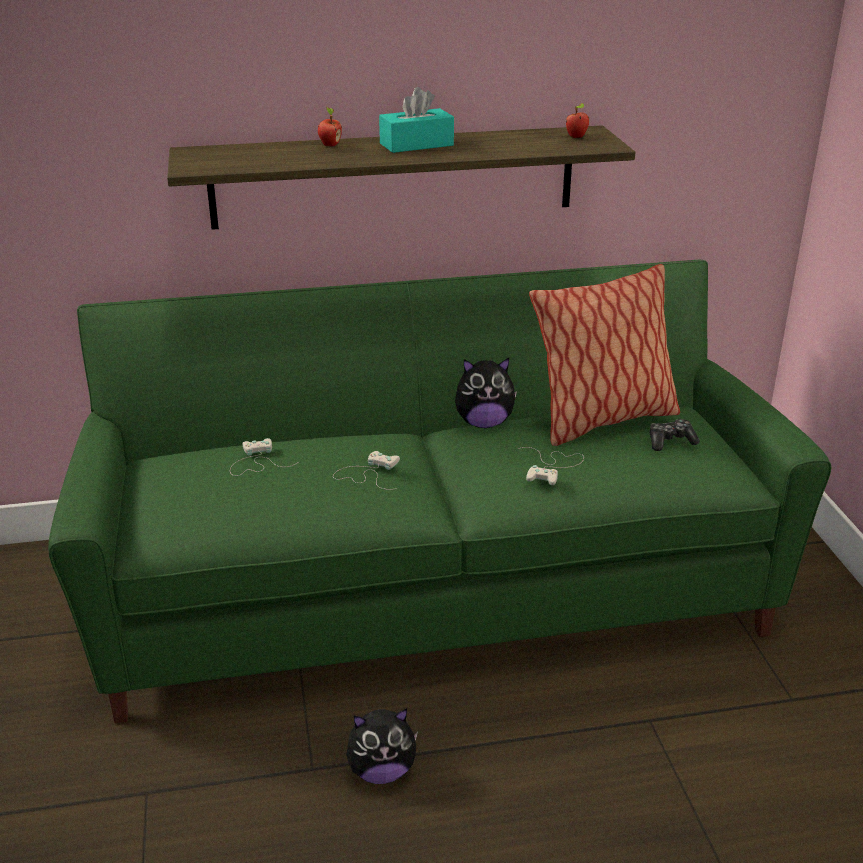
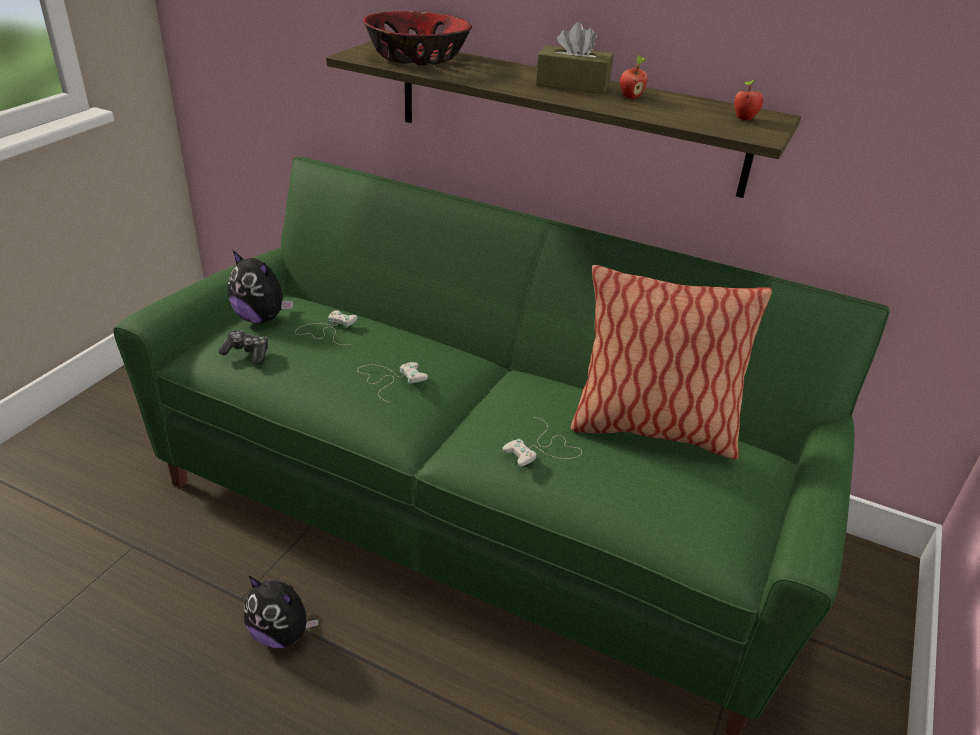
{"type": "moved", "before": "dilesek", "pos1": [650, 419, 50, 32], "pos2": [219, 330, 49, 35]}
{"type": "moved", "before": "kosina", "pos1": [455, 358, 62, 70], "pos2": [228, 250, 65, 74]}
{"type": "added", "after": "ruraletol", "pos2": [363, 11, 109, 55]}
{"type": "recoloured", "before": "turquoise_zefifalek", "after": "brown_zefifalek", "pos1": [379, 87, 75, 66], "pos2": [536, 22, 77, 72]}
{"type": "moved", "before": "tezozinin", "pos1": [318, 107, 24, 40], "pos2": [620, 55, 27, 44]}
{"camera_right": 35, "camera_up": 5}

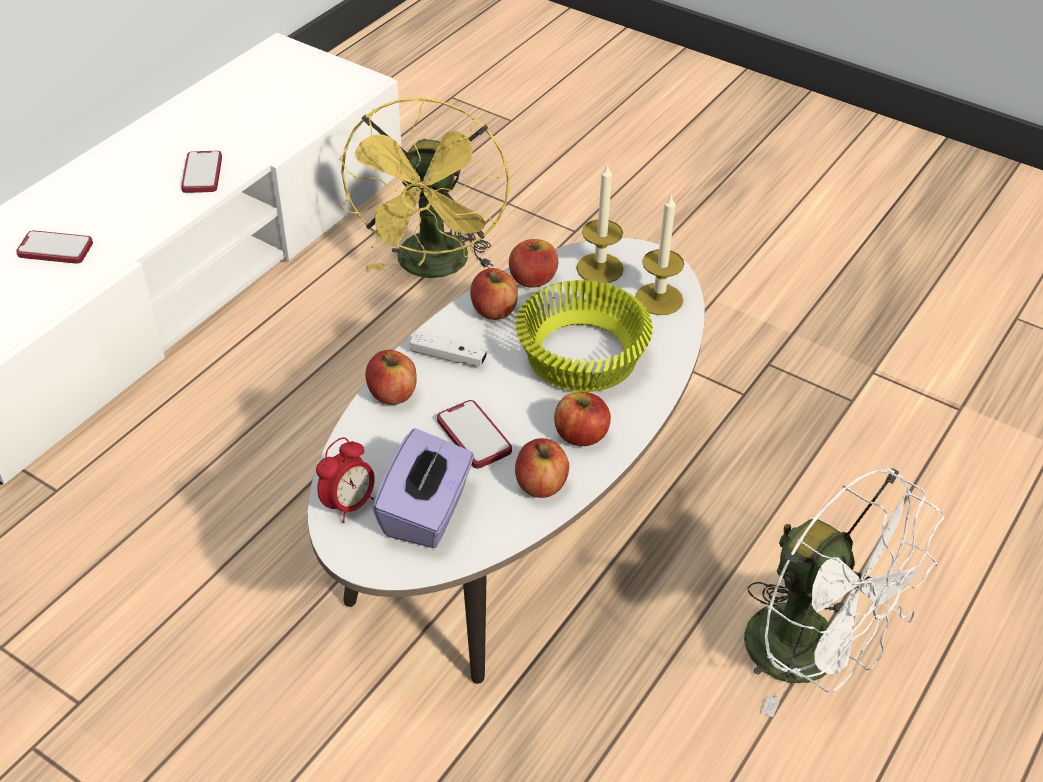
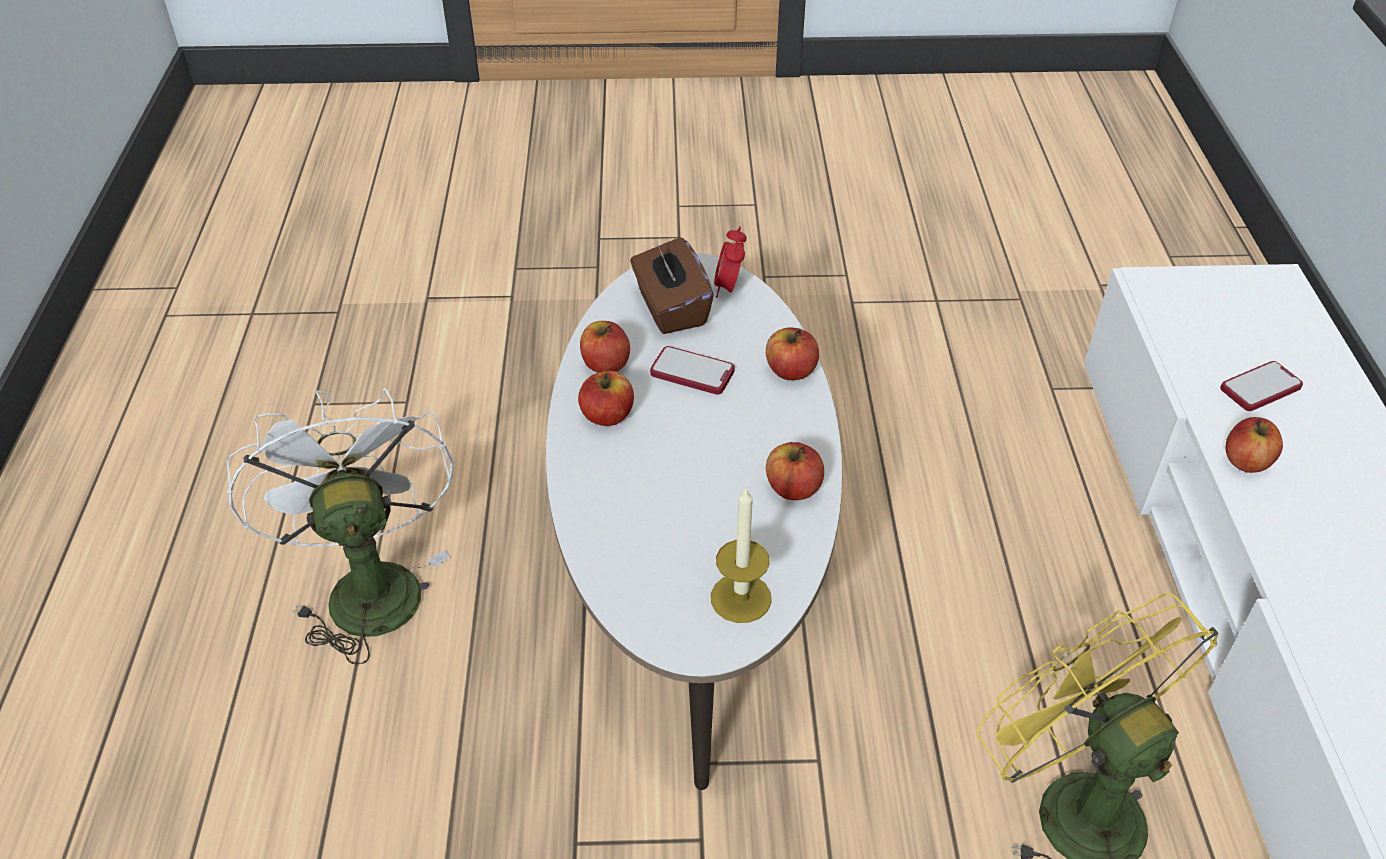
{"type": "turned", "before": "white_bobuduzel", "pos1": [744, 467, 200, 250], "pos2": [226, 388, 228, 277], "turn": 60}
{"type": "recoloured", "before": "purple_zefifalek", "after": "brown_zefifalek", "pos1": [373, 428, 101, 120], "pos2": [630, 237, 84, 97]}
{"type": "moved", "before": "tezozinin", "pos1": [509, 239, 49, 49], "pos2": [1226, 417, 57, 56]}
{"type": "removed", "before": "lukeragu", "pos1": [181, 151, 41, 42]}
{"type": "removed", "before": "white_dilesek", "pos1": [409, 332, 78, 34]}
{"type": "removed", "before": "yellow_ruraletol", "pos1": [515, 280, 138, 112]}
{"type": "removed", "before": "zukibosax", "pos1": [635, 193, 49, 122]}
{"camera_right": 145, "camera_up": 0}

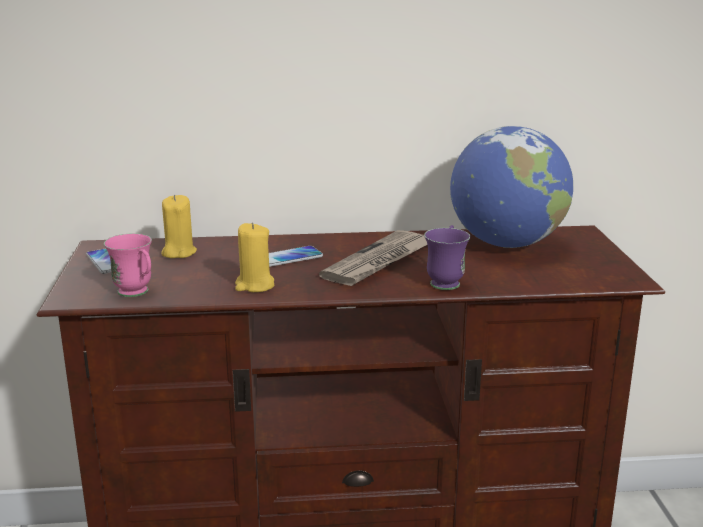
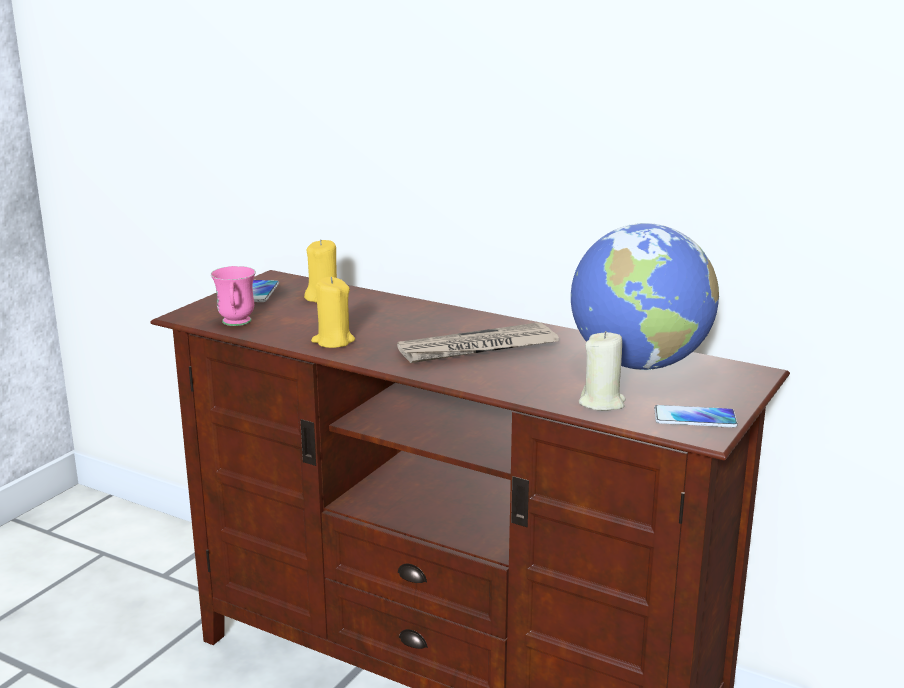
{"type": "added", "after": "beige_zukibosax", "pos2": [579, 331, 47, 80]}
{"type": "moved", "before": "lukeragu", "pos1": [269, 246, 54, 21], "pos2": [654, 405, 84, 23]}
{"type": "removed", "before": "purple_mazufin", "pos1": [424, 225, 46, 65]}
{"camera_right": 35, "camera_up": 0}

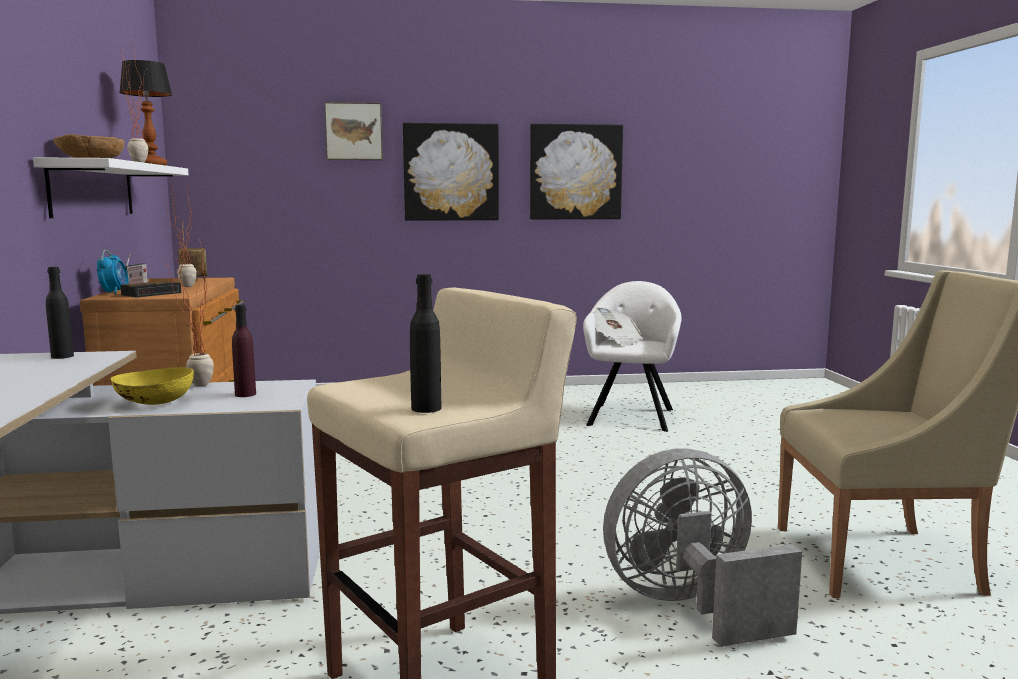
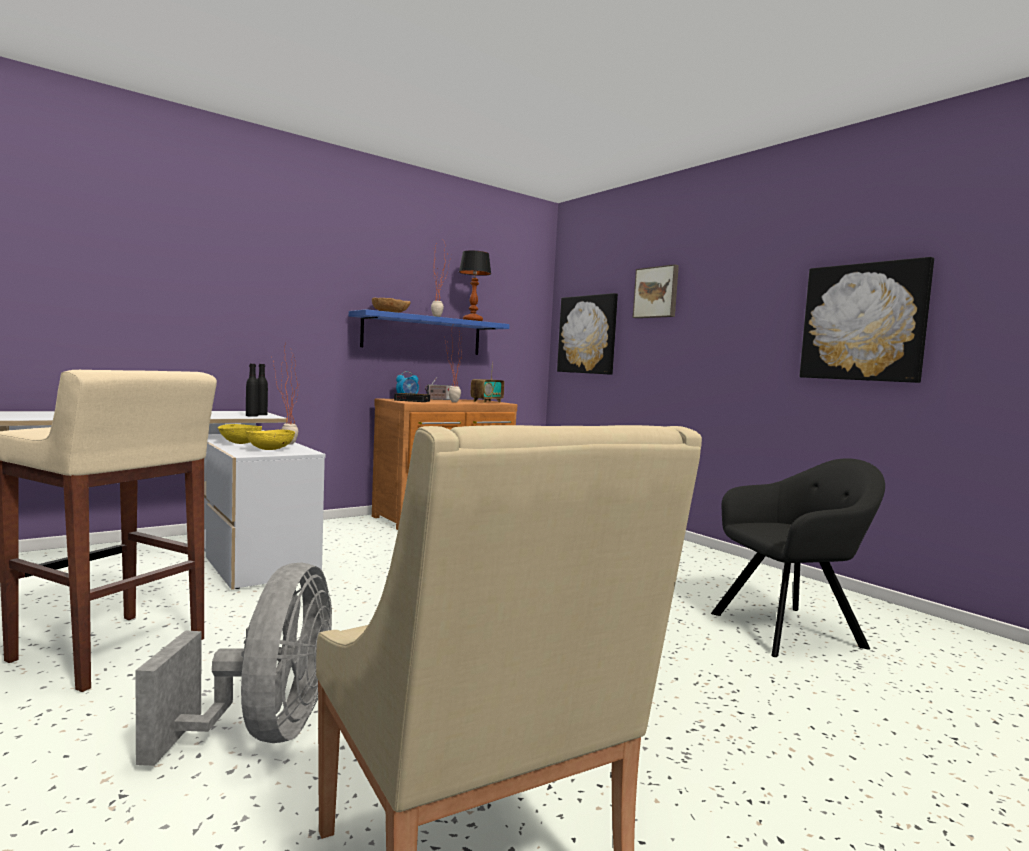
{"type": "turned", "before": "grey_bobuduzel", "pos1": [603, 449, 199, 198], "pos2": [136, 563, 196, 203], "turn": 45}
{"type": "replaced", "before": "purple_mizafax", "after": "yellow_ruraletol", "pos1": [232, 305, 24, 92], "pos2": [245, 430, 50, 20]}
{"type": "moved", "before": "black_mizafax", "pos1": [410, 274, 32, 139], "pos2": [246, 364, 13, 53]}
{"type": "recoloured", "before": "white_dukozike", "after": "blue_dukozike", "pos1": [33, 157, 155, 61], "pos2": [349, 309, 161, 46]}
{"type": "moved", "before": "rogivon", "pos1": [403, 123, 96, 98], "pos2": [557, 293, 61, 82]}
{"type": "recoloured", "before": "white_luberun", "after": "black_luberun", "pos1": [583, 281, 98, 151], "pos2": [711, 458, 174, 199]}
{"type": "removed", "before": "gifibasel", "pos1": [591, 307, 53, 39]}
{"camera_right": 60, "camera_up": -5}

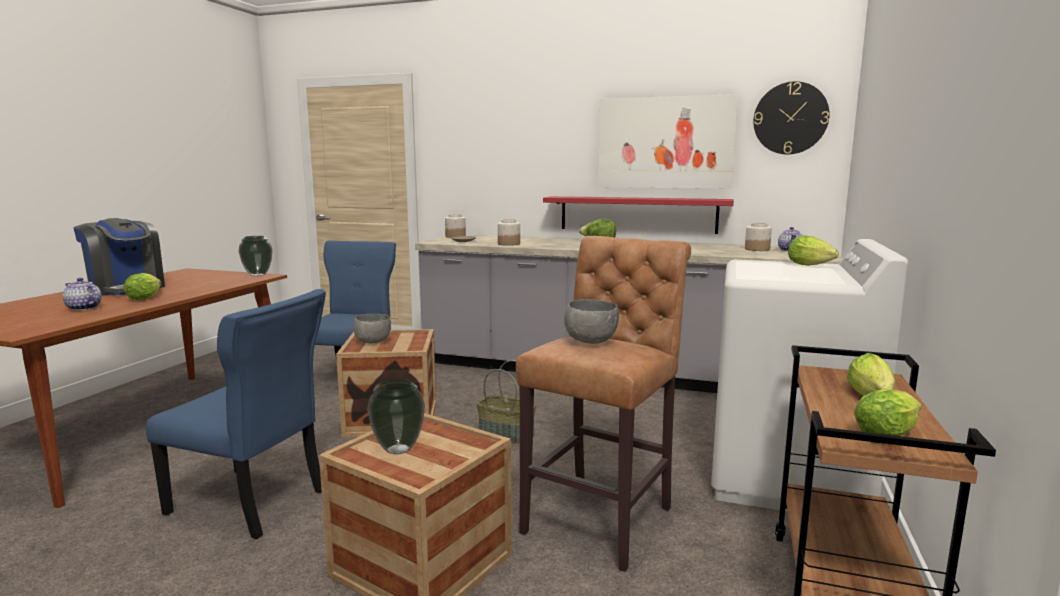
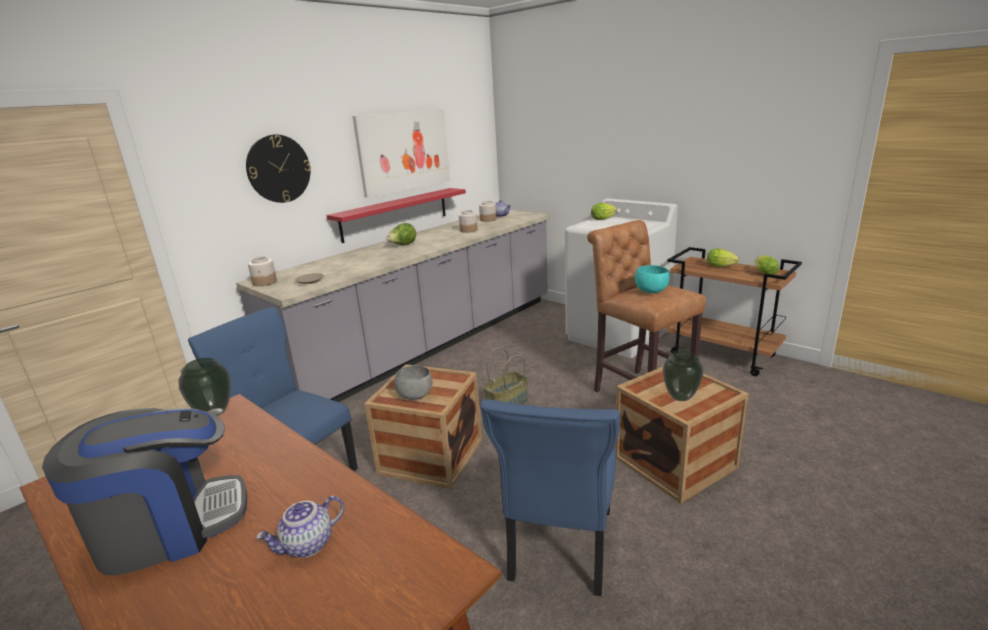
{"type": "moved", "before": "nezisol", "pos1": [753, 81, 77, 73], "pos2": [246, 134, 65, 69]}
{"type": "moved", "before": "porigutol", "pos1": [498, 219, 22, 27], "pos2": [459, 210, 19, 23]}
{"type": "turned", "before": "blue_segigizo", "pos1": [146, 289, 180, 250], "pos2": [480, 399, 140, 198], "turn": 150}
{"type": "recoloured", "before": "grey_ruraletol", "after": "turquoise_ruraletol", "pos1": [564, 299, 55, 45], "pos2": [635, 265, 34, 28]}
{"type": "removed", "before": "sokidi", "pos1": [123, 273, 38, 28]}
{"camera_right": -65, "camera_up": 10}

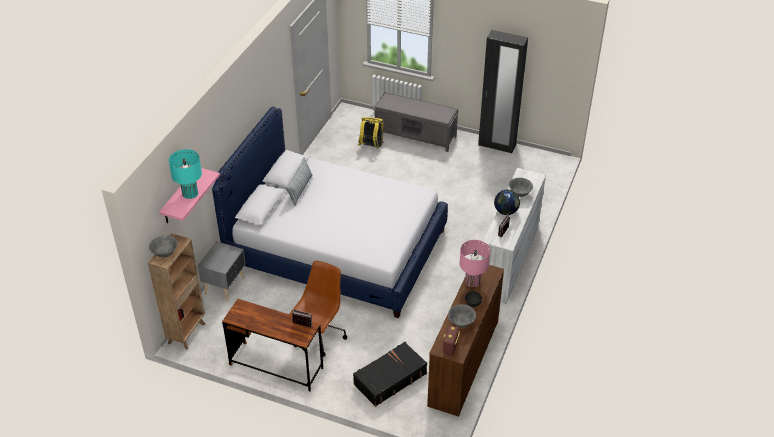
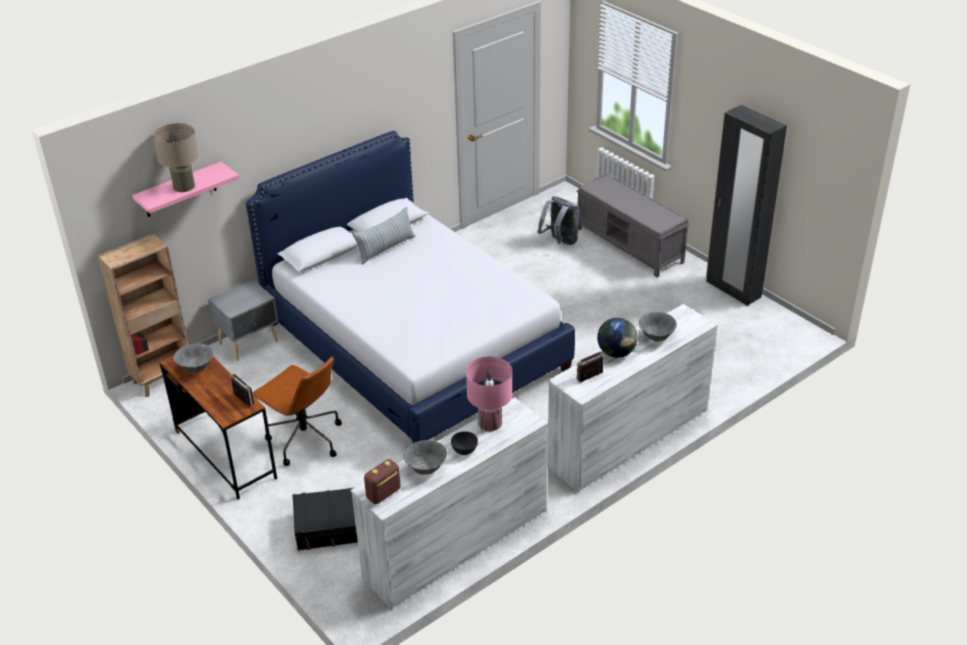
{"type": "recoloured", "before": "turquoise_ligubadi", "after": "beige_ligubadi", "pos1": [169, 149, 33, 50], "pos2": [153, 123, 46, 69]}
{"type": "moved", "before": "grey_ruraletol", "pos1": [149, 235, 29, 23], "pos2": [174, 343, 39, 30]}
{"type": "turned", "before": "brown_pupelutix", "pos1": [290, 261, 57, 96], "pos2": [252, 357, 90, 109], "turn": 75}
{"type": "recoloured", "before": "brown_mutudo", "after": "white_mutudo", "pos1": [427, 265, 77, 152], "pos2": [351, 398, 197, 211]}
{"type": "recoloured", "before": "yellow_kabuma", "after": "grey_kabuma", "pos1": [358, 117, 25, 32], "pos2": [537, 196, 42, 49]}
{"camera_right": 30, "camera_up": -5}

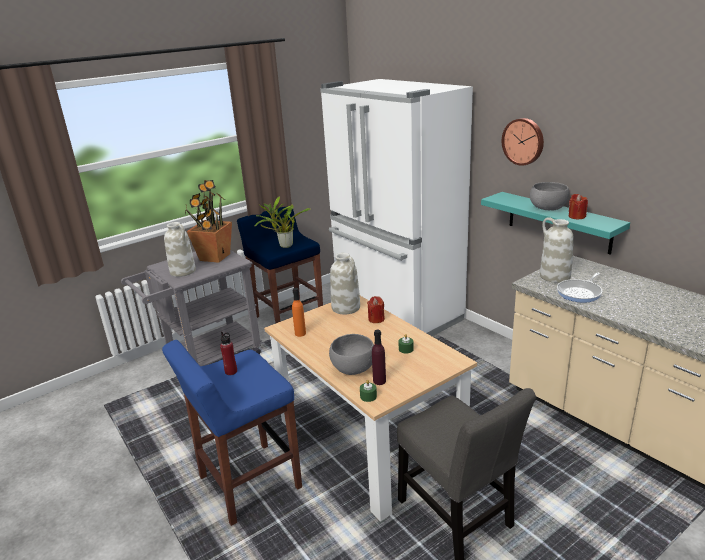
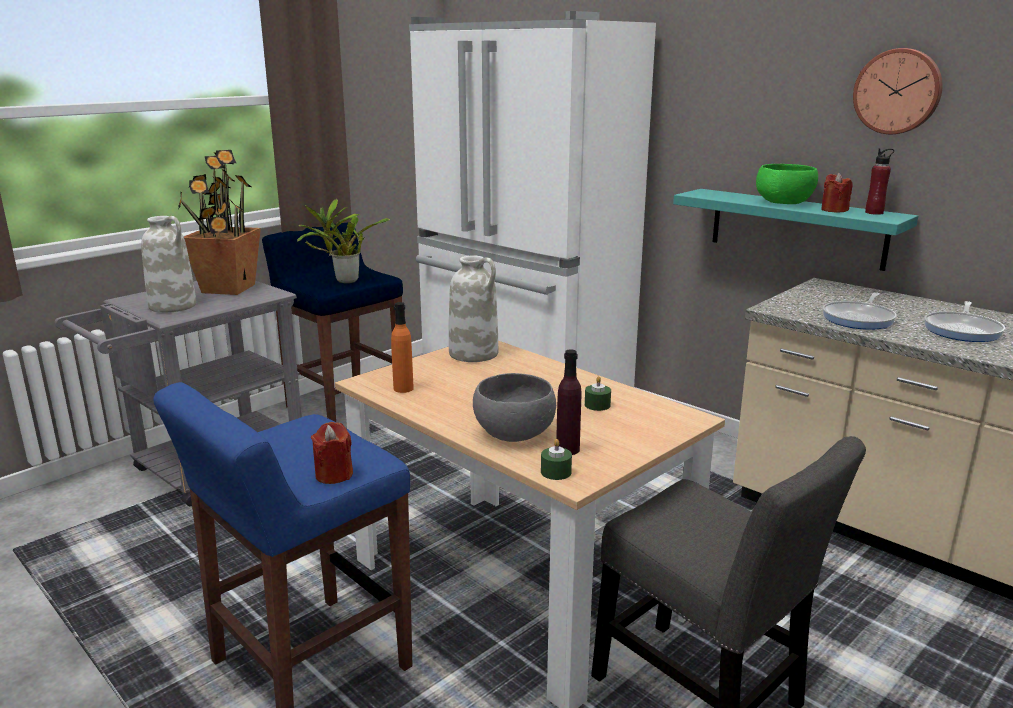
{"type": "moved", "before": "red_zukibosax", "pos1": [367, 296, 18, 27], "pos2": [311, 422, 42, 62]}
{"type": "recoloured", "before": "grey_ruraletol", "after": "green_ruraletol", "pos1": [530, 182, 39, 28], "pos2": [756, 164, 62, 40]}
{"type": "moved", "before": "nezisol", "pos1": [502, 118, 42, 48], "pos2": [853, 48, 90, 86]}
{"type": "moved", "before": "red_mizafax", "pos1": [220, 332, 17, 43], "pos2": [865, 149, 29, 66]}
{"type": "added", "after": "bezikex", "pos2": [924, 301, 81, 41]}
{"type": "removed", "before": "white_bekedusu", "pos1": [540, 217, 34, 66]}
{"camera_right": -10, "camera_up": -5}

